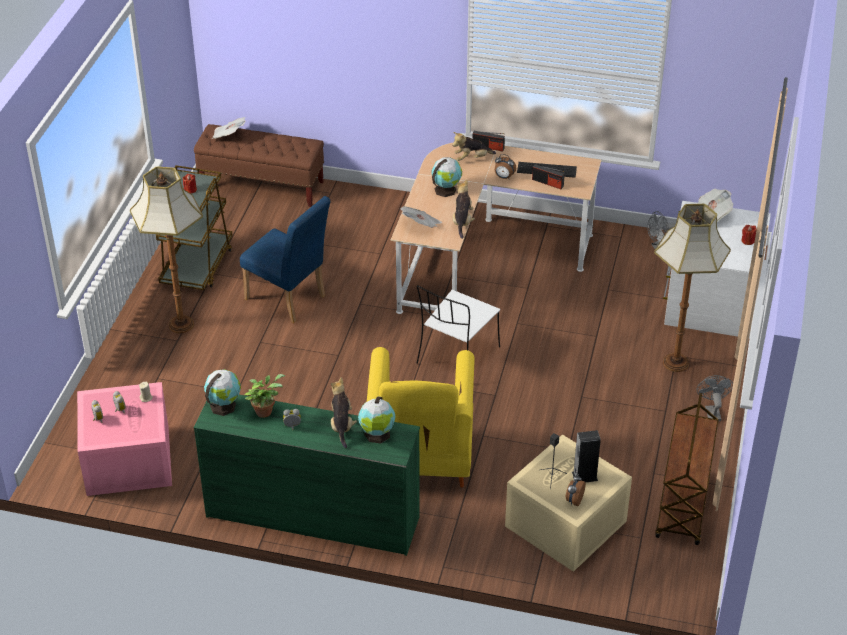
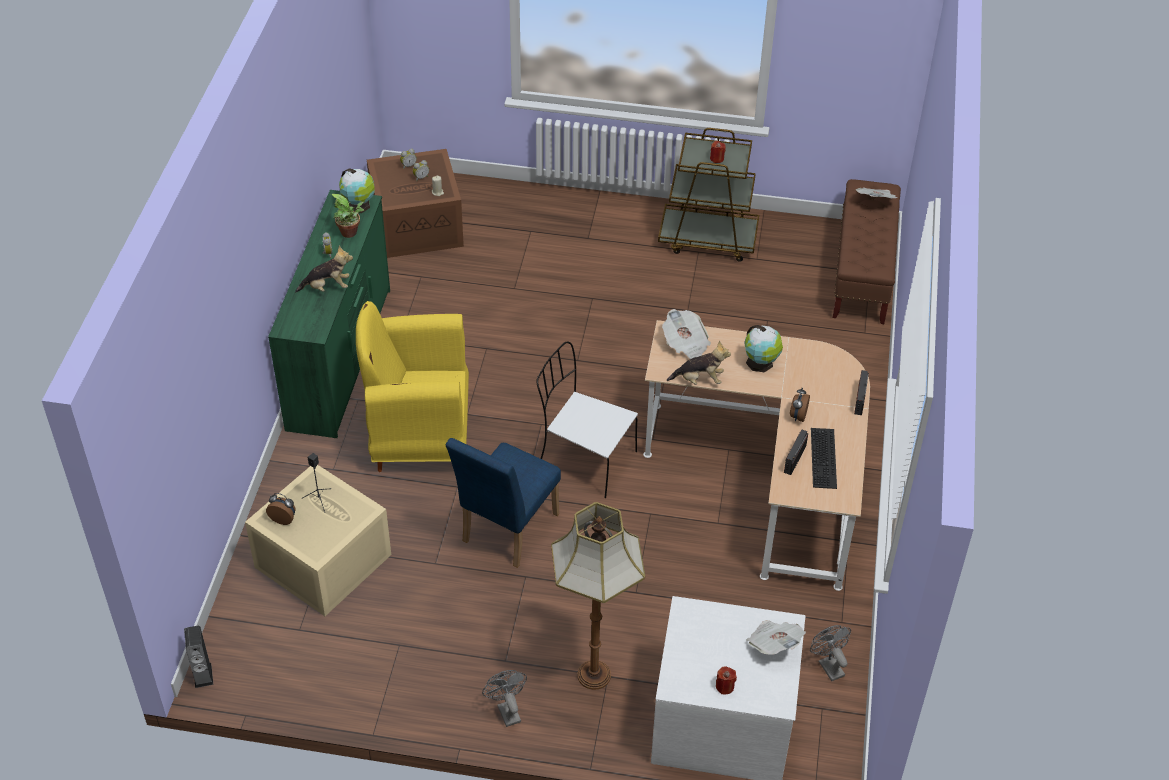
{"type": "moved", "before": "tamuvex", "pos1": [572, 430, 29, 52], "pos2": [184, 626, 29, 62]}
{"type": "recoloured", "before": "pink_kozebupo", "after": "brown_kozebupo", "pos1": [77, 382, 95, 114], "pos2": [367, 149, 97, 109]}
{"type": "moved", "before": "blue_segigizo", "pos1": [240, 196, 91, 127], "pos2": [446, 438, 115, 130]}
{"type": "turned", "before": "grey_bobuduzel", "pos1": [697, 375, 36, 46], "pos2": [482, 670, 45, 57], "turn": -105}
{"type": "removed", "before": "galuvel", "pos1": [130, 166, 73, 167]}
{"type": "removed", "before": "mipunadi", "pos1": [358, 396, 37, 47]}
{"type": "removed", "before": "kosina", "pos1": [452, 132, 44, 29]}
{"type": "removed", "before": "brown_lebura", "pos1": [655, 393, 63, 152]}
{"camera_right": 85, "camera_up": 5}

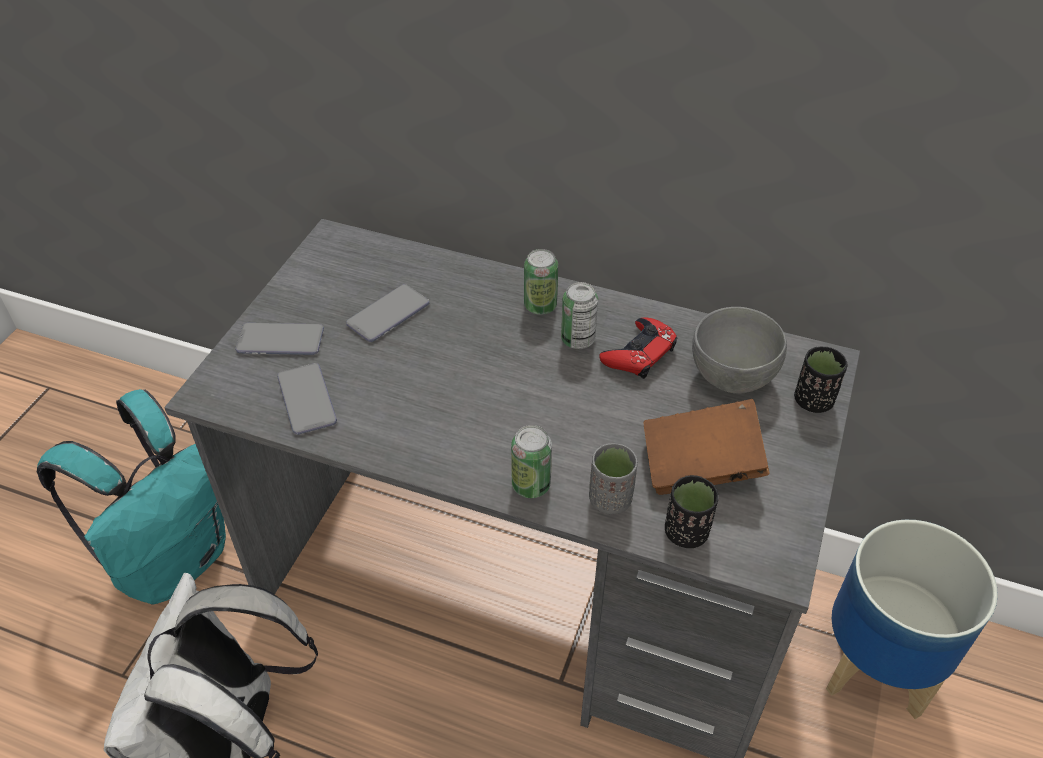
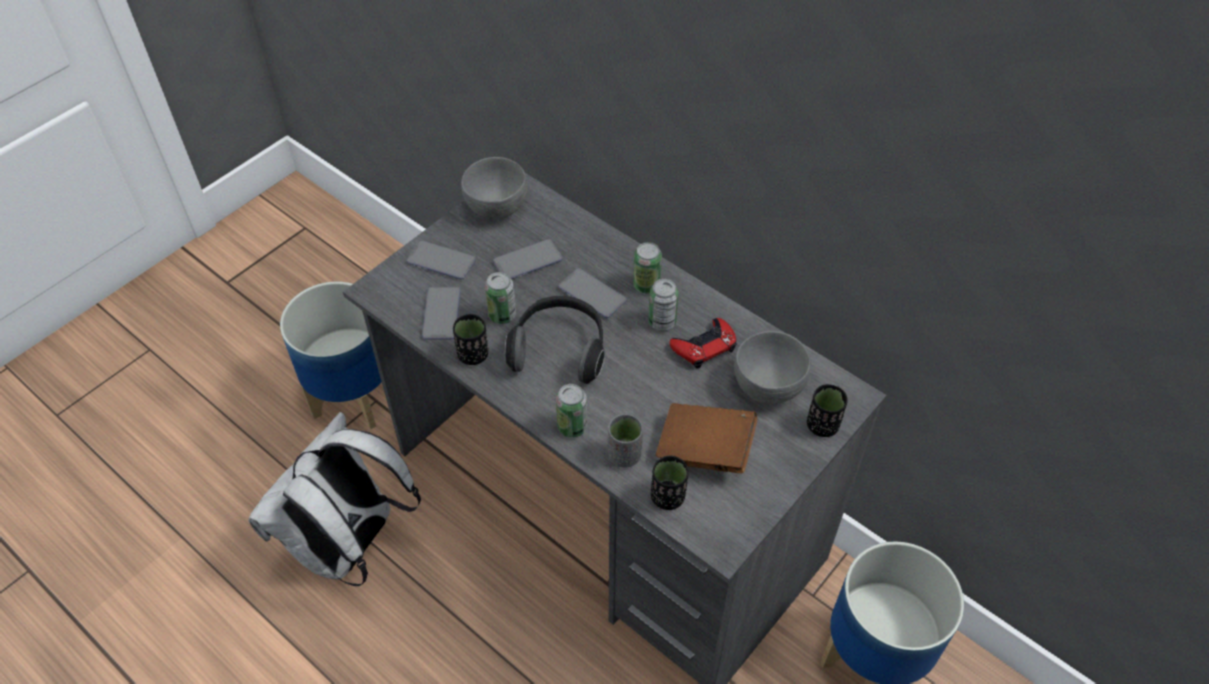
{"type": "replaced", "before": "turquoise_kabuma", "after": "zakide", "pos1": [37, 389, 189, 216], "pos2": [280, 282, 102, 147]}
{"type": "added", "after": "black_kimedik", "pos2": [453, 314, 35, 51]}
{"type": "added", "after": "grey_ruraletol", "pos2": [461, 157, 67, 62]}
{"type": "added", "after": "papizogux", "pos2": [485, 272, 31, 52]}
{"type": "added", "after": "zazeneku", "pos2": [505, 296, 100, 88]}
{"type": "added", "after": "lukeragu", "pos2": [558, 268, 69, 50]}
{"camera_right": 20, "camera_up": 5}

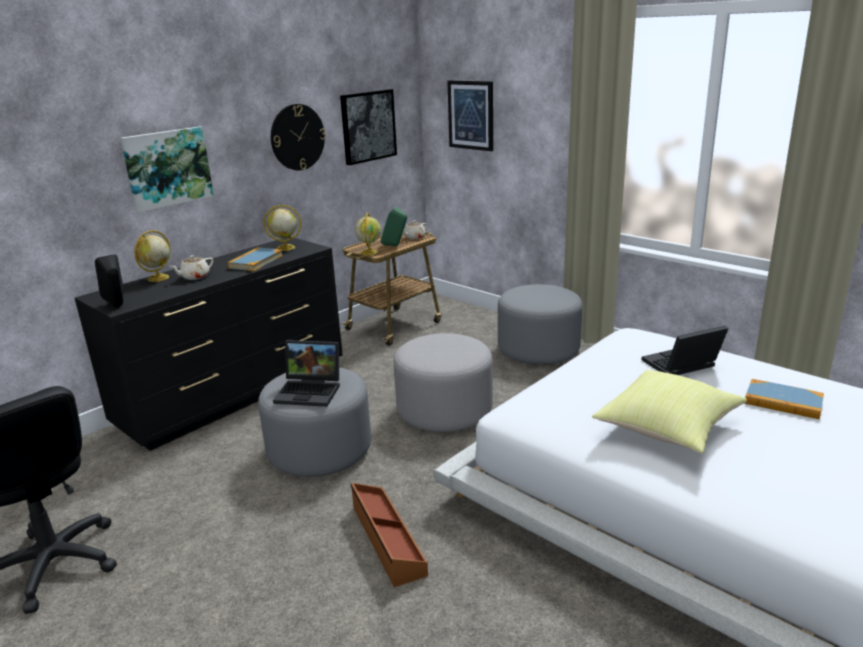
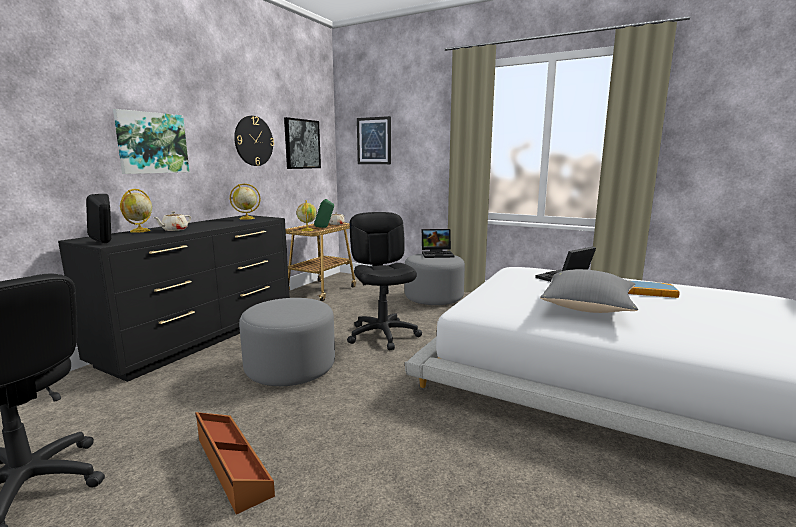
{"type": "moved", "before": "brown_kozebupo", "pos1": [351, 483, 77, 104], "pos2": [195, 412, 80, 102]}
{"type": "replaced", "before": "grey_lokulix", "after": "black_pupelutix", "pos1": [394, 333, 99, 99], "pos2": [347, 212, 75, 138]}
{"type": "moved", "before": "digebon", "pos1": [273, 340, 67, 67], "pos2": [422, 229, 33, 29]}
{"type": "recoloured", "before": "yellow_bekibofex", "after": "grey_bekibofex", "pos1": [592, 370, 155, 84], "pos2": [540, 269, 98, 44]}
{"type": "removed", "before": "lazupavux", "pos1": [227, 247, 56, 24]}
{"camera_right": -15, "camera_up": -10}

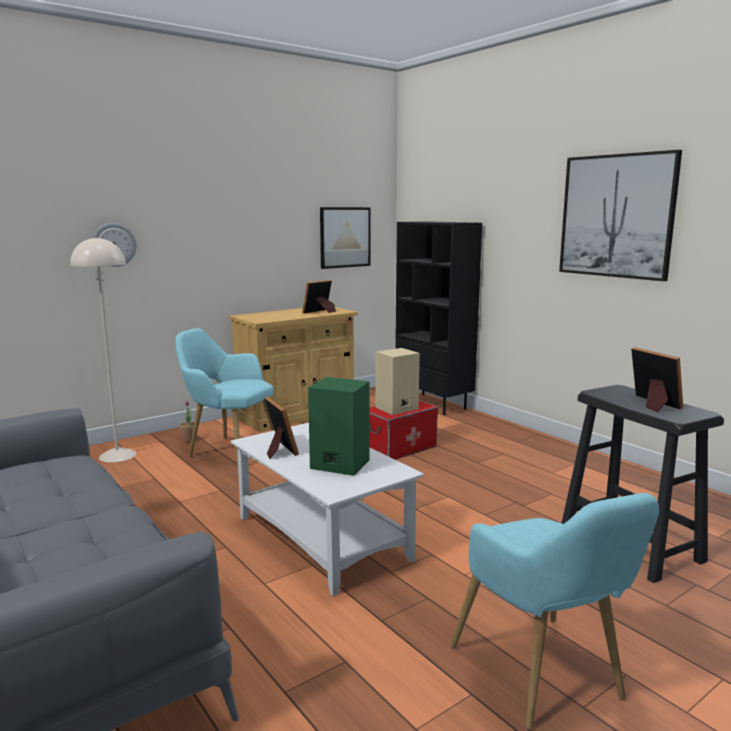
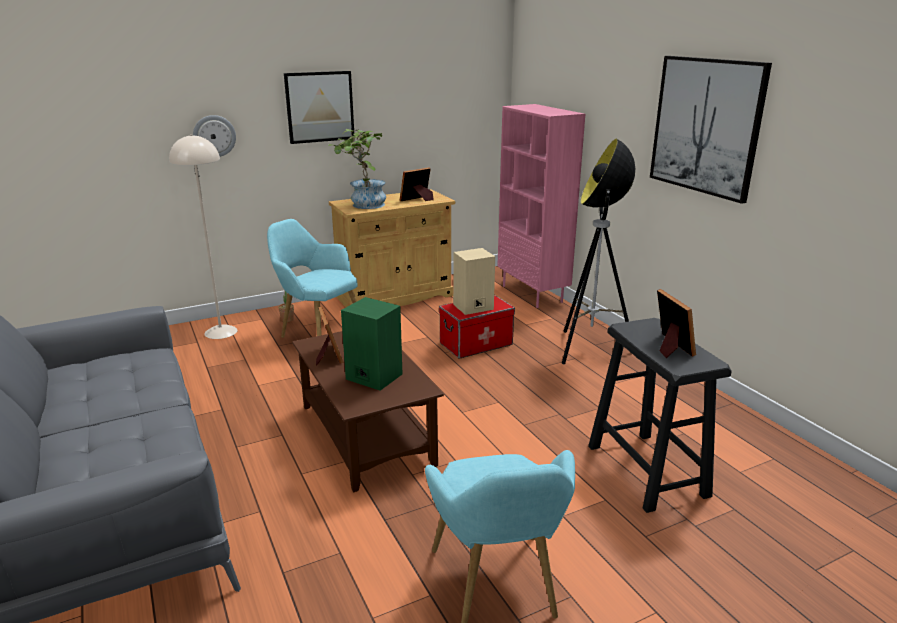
{"type": "moved", "before": "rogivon", "pos1": [320, 207, 50, 62], "pos2": [284, 71, 71, 73]}
{"type": "recoloured", "before": "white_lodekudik", "after": "brown_lodekudik", "pos1": [231, 423, 193, 173], "pos2": [292, 331, 152, 161]}
{"type": "added", "after": "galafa", "pos2": [328, 129, 58, 80]}
{"type": "recoloured", "before": "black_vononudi", "after": "pink_vononudi", "pos1": [395, 221, 87, 194], "pos2": [497, 104, 88, 204]}
{"type": "added", "after": "galuvel", "pos2": [562, 139, 73, 226]}
{"camera_right": 10, "camera_up": 10}

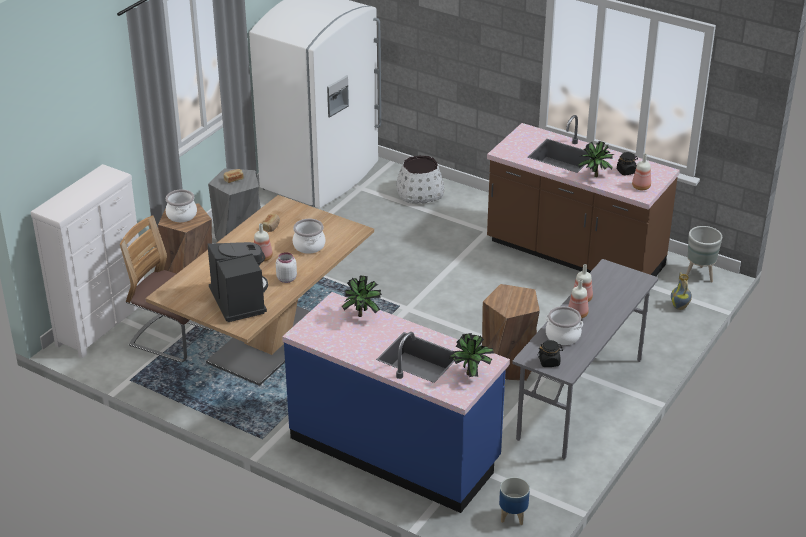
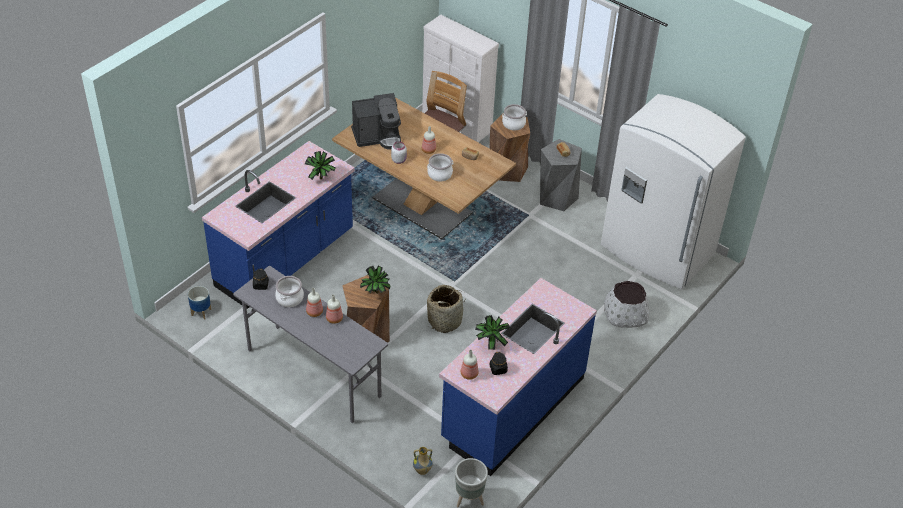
{"type": "moved", "before": "galafa", "pos1": [449, 333, 45, 44], "pos2": [360, 265, 30, 29]}
{"type": "added", "after": "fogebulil", "pos2": [427, 285, 39, 48]}
{"type": "recoloured", "before": "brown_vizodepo", "after": "blue_vizodepo", "pos1": [487, 115, 193, 161], "pos2": [439, 278, 158, 198]}
{"camera_right": 95, "camera_up": 10}

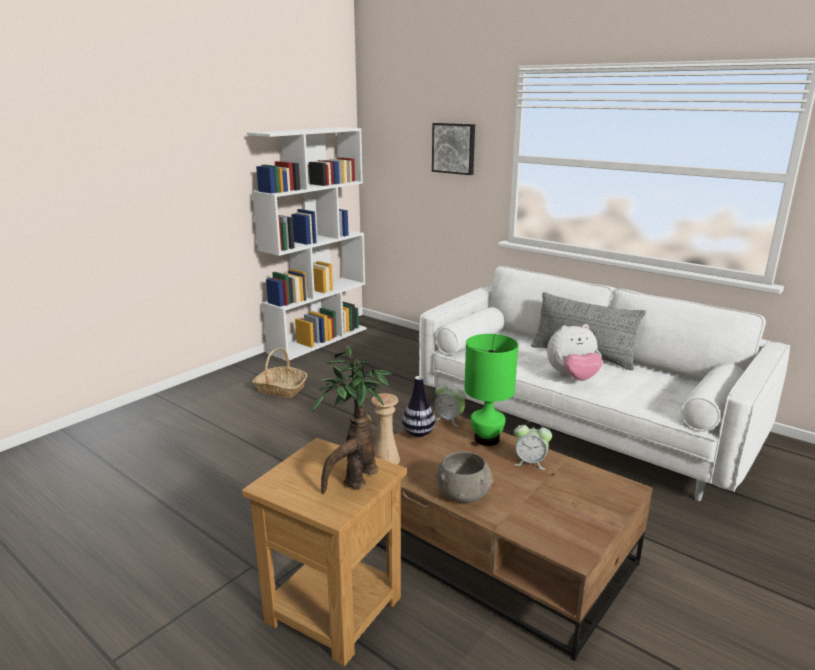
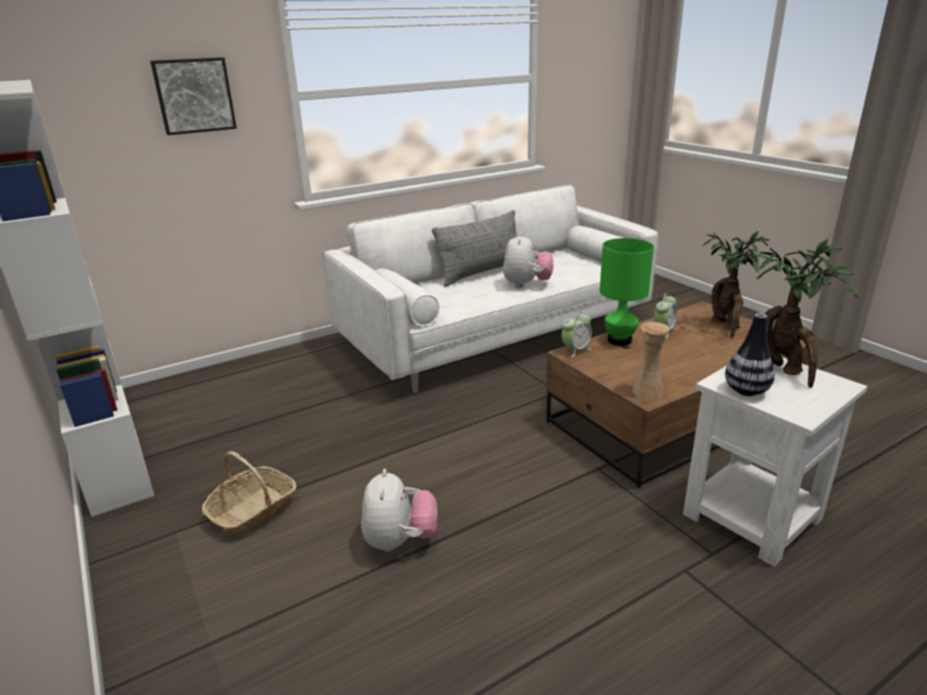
{"type": "added", "after": "kosina", "pos2": [361, 469, 76, 83]}
{"type": "recoloured", "before": "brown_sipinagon", "after": "white_sipinagon", "pos1": [242, 438, 165, 228], "pos2": [683, 357, 184, 210]}
{"type": "added", "after": "galafa", "pos2": [702, 231, 68, 107]}
{"type": "moved", "before": "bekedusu", "pos1": [402, 376, 33, 61], "pos2": [725, 313, 50, 83]}
{"type": "removed", "before": "grey_ruraletol", "pos1": [436, 451, 57, 52]}
{"camera_right": -70, "camera_up": 5}

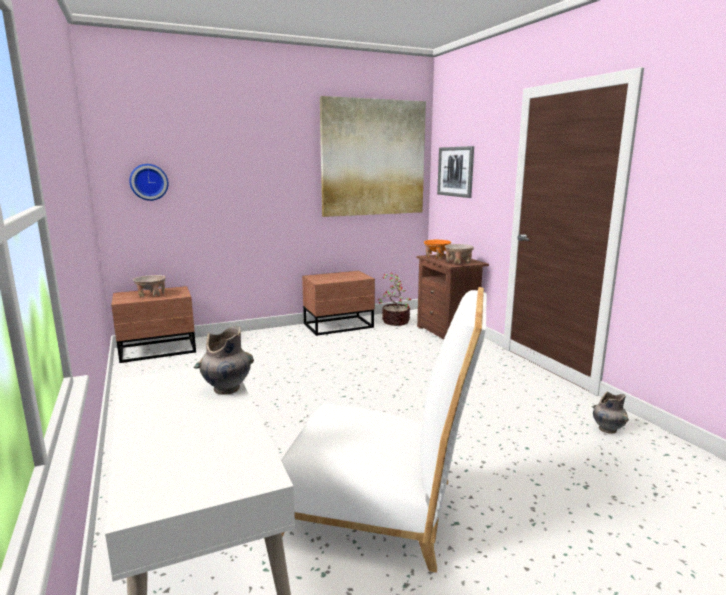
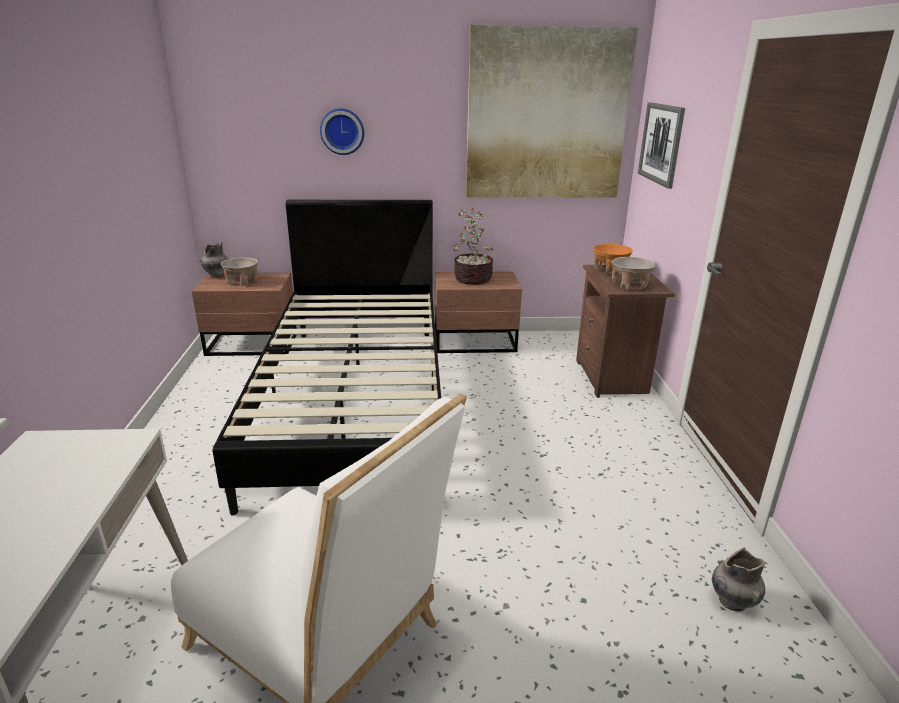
{"type": "moved", "before": "grey_bekedusu", "pos1": [194, 326, 60, 69], "pos2": [199, 242, 30, 36]}
{"type": "added", "after": "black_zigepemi", "pos2": [213, 200, 228, 316]}
{"type": "moved", "before": "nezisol", "pos1": [129, 164, 40, 37], "pos2": [320, 108, 44, 47]}
{"type": "moved", "before": "galafa", "pos1": [379, 272, 33, 54], "pos2": [454, 208, 40, 77]}
{"camera_right": 20, "camera_up": 10}

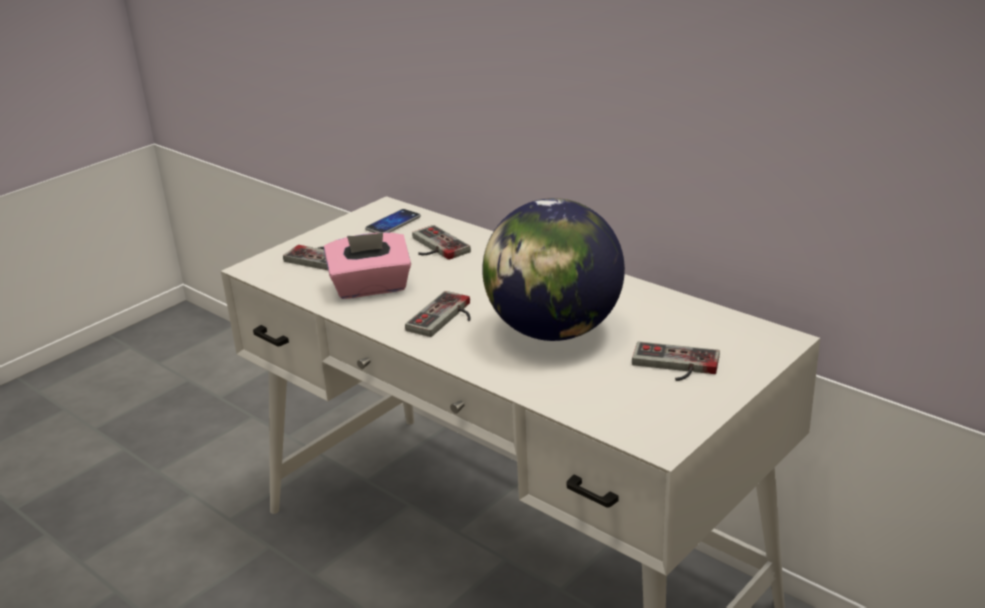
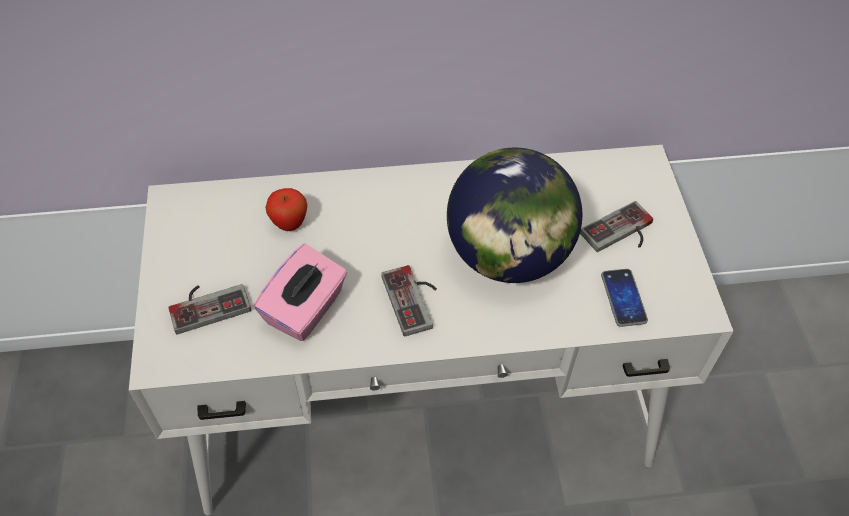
{"type": "replaced", "before": "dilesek", "after": "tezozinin", "pos1": [412, 225, 59, 35], "pos2": [265, 188, 42, 43]}
{"type": "moved", "before": "lukeragu", "pos1": [365, 209, 56, 24], "pos2": [601, 269, 47, 58]}
{"camera_right": -50, "camera_up": 25}

